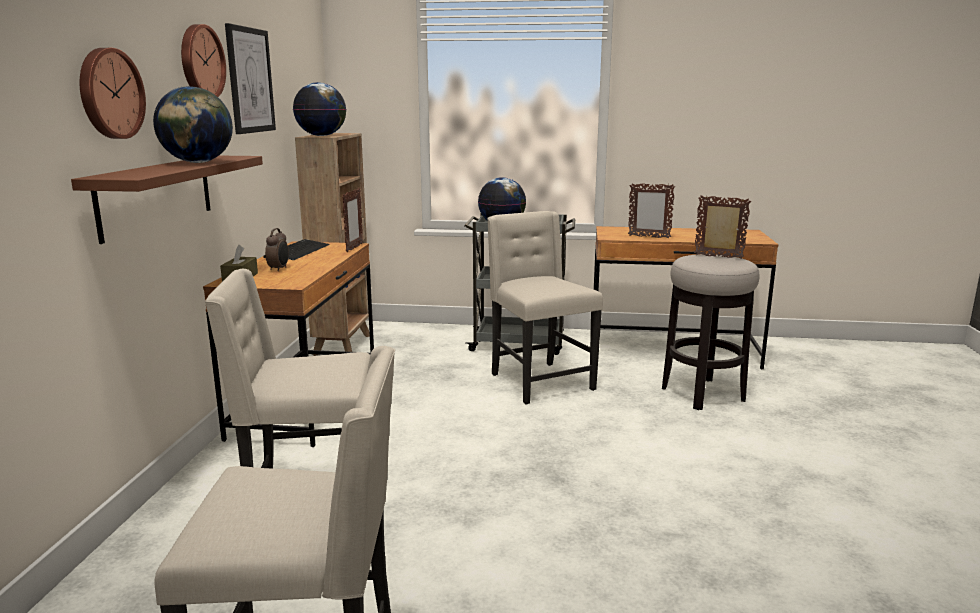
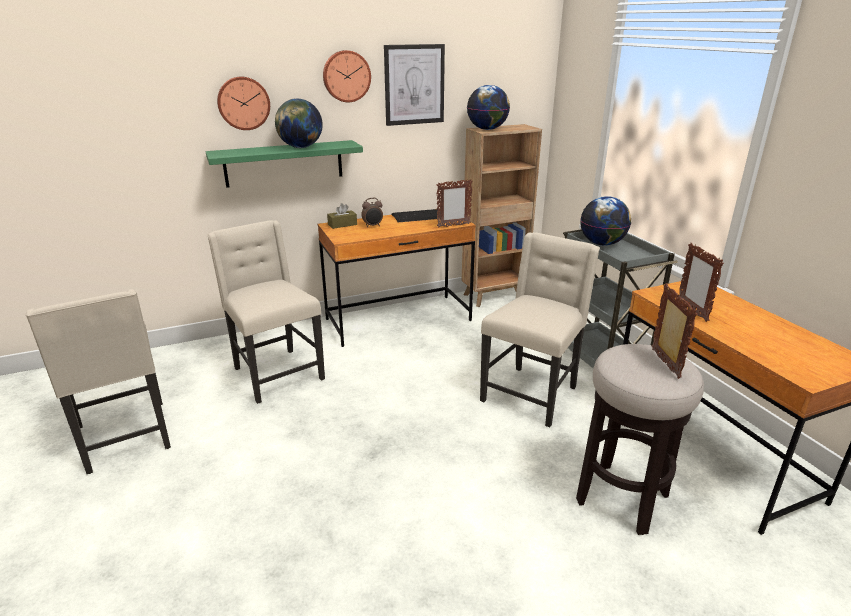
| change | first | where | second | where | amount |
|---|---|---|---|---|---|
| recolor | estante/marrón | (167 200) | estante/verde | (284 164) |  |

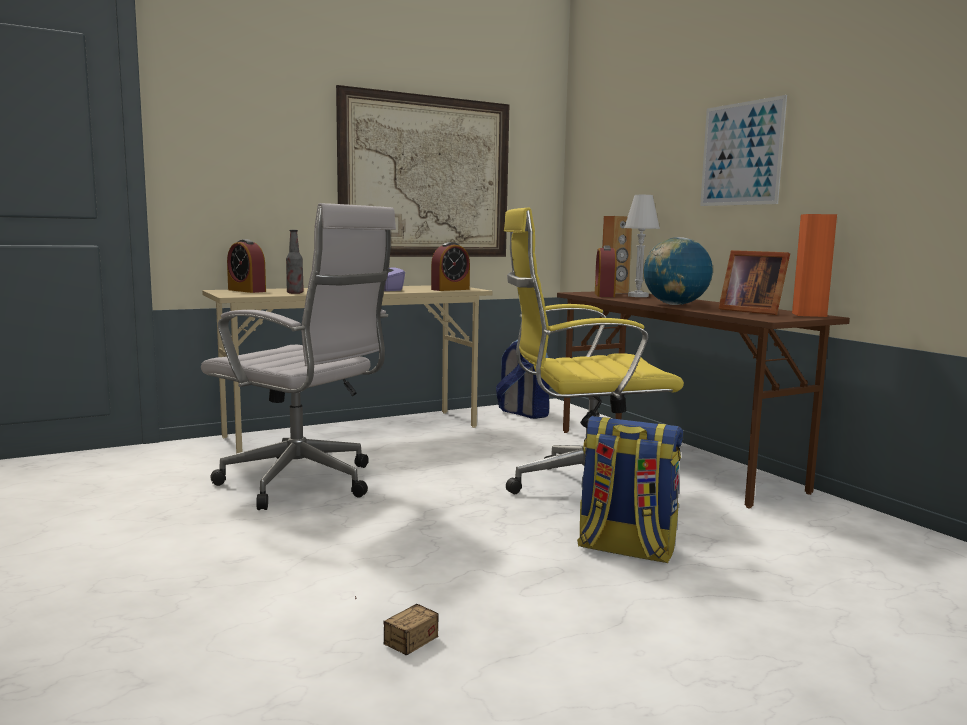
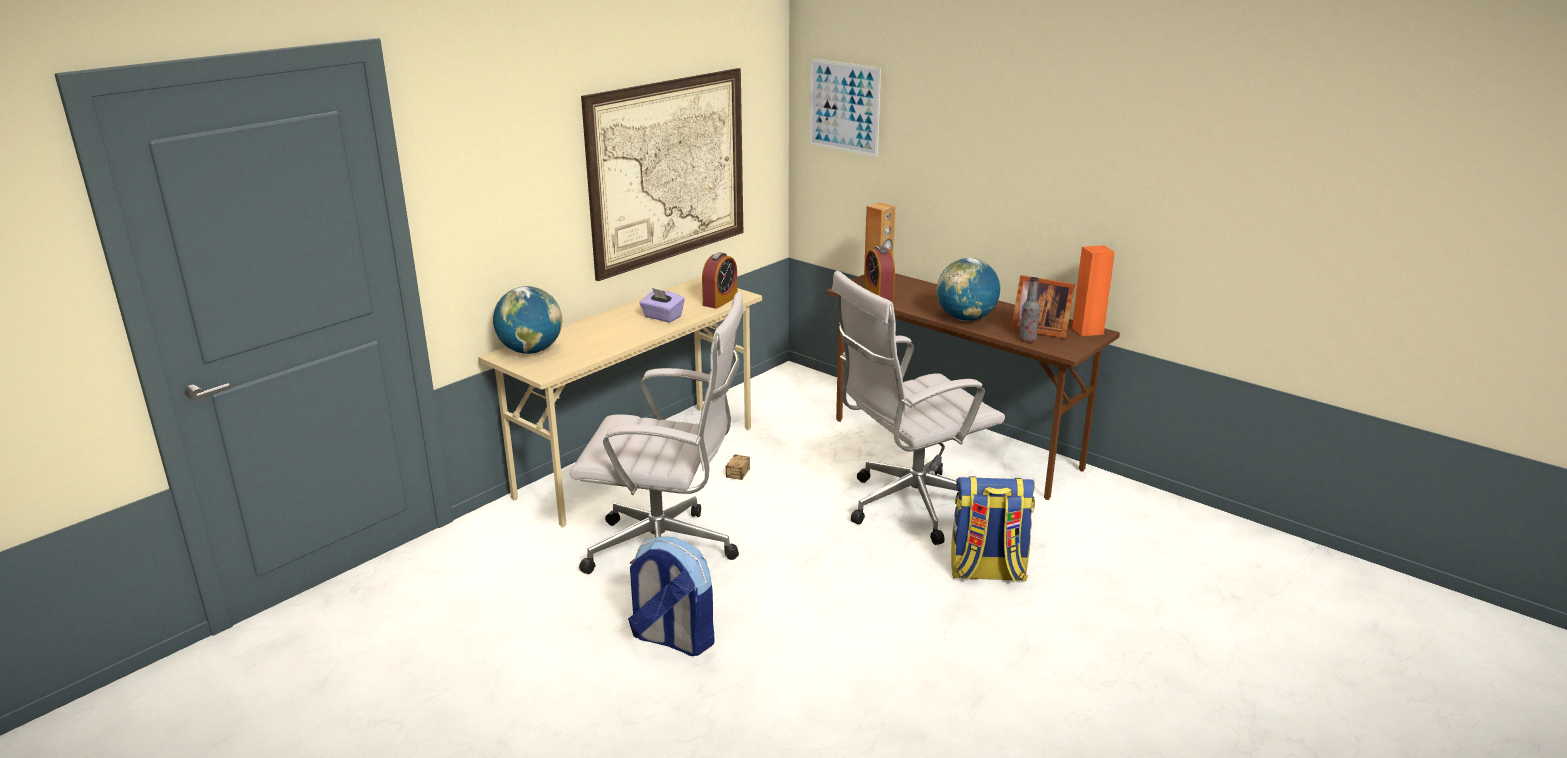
| change | first | where | second | where | amount |
|---|---|---|---|---|---|
| replace | despertador | (246 266) | globo terráqueo | (527 320) |  |
| move | mochila | (522 379) |  | (671 596) |  |
| move | caja de almacenaje | (395 625) |  | (737 467) |  |
| move | cuadro | (743 150) |  | (845 108) |  |
| recolor | silla de oficina/amarillo | (594 350) | silla de oficina/blanco | (918 408) |  |
| move | botella | (295 262) |  | (1029 309) |  |
| delete | lámpara de mesa/blanco | (642 246) |  |  |  |

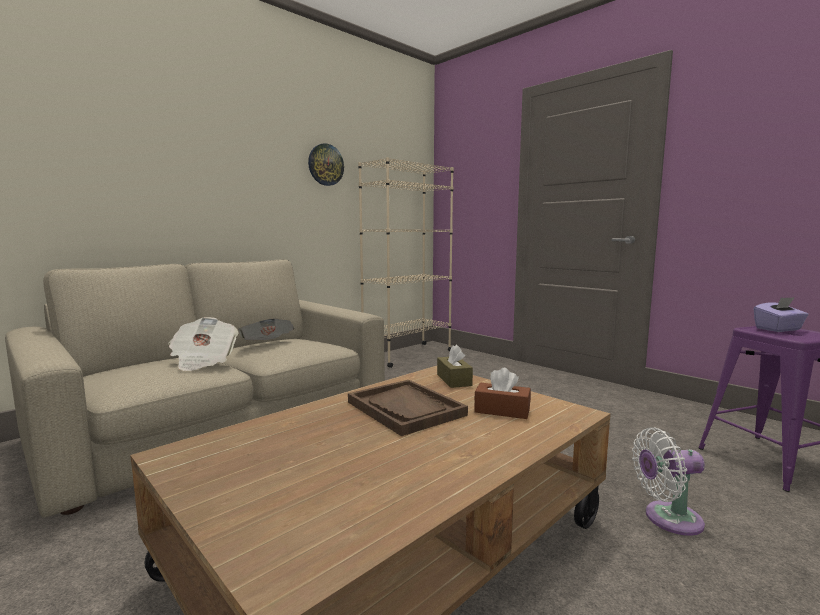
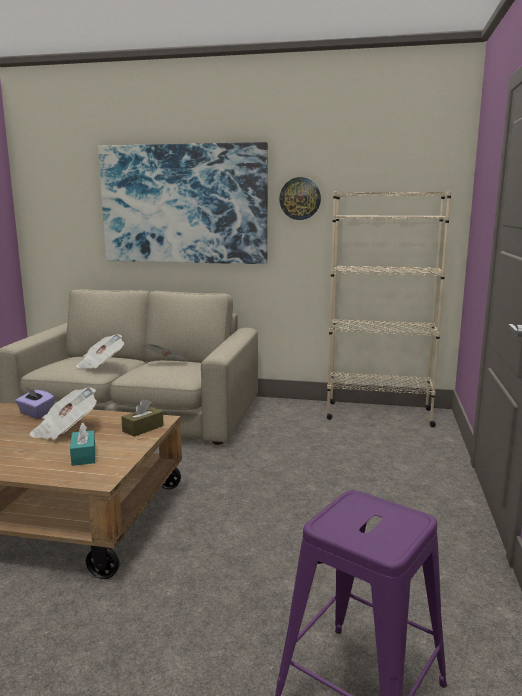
| change | first | where | second | where | amount |
|---|---|---|---|---|---|
| move | caja de pañuelos/morado | (781 314) |  | (35 403) |  |
| replace | bandeja/marrón | (408 408) | periódico | (63 413) |  |
| recolor | caja de pañuelos/marrón | (502 393) | caja de pañuelos/turquesa | (82 444) |  |
| insert |  |  | cuadro | (183 203) |  |
| delete | ventilador/blanco | (668 481) |  |  |  |

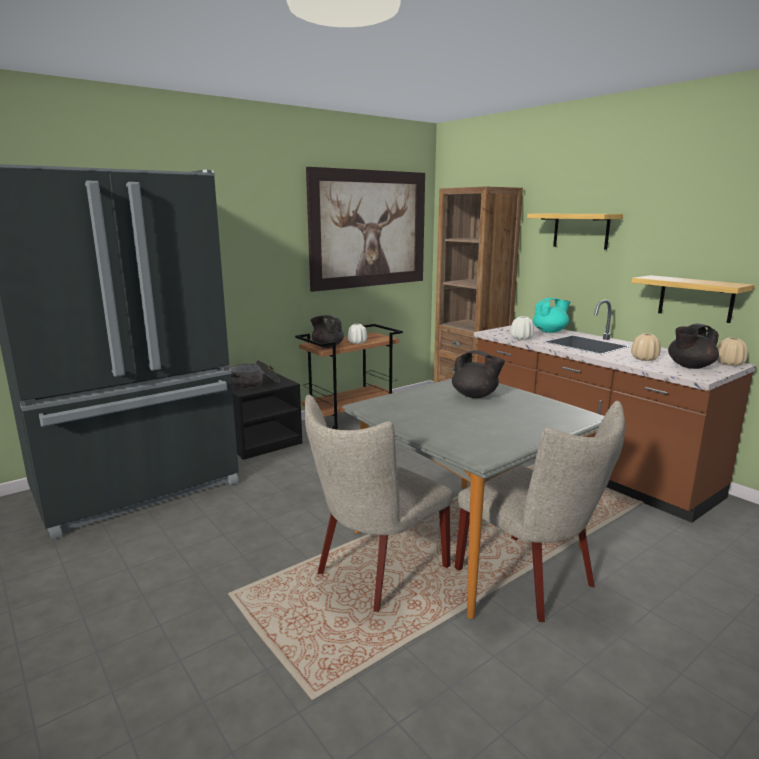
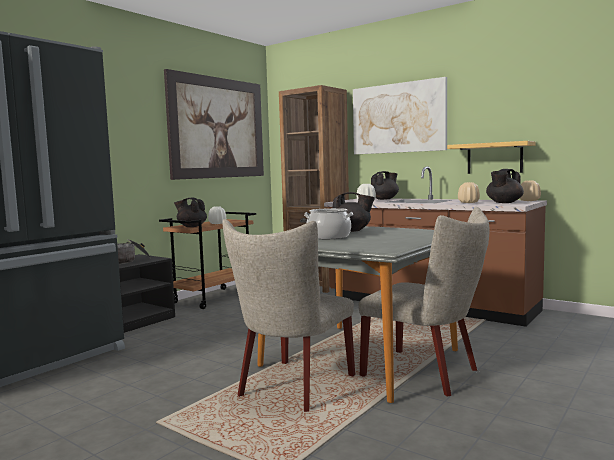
| change | first | where | second | where | amount |
|---|---|---|---|---|---|
| insert |  |  | olla | (328 223) |  |
| replace | estante | (575 232) | cuadro | (400 115) |  |
| recolor | tetera/turquesa | (551 315) | tetera/negro | (385 185) |  |

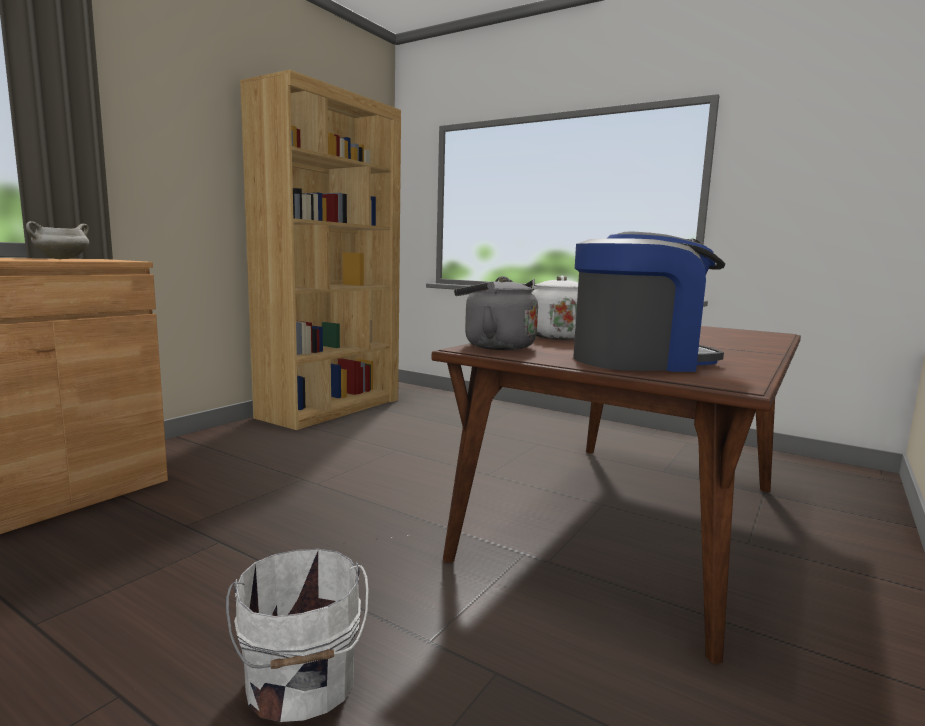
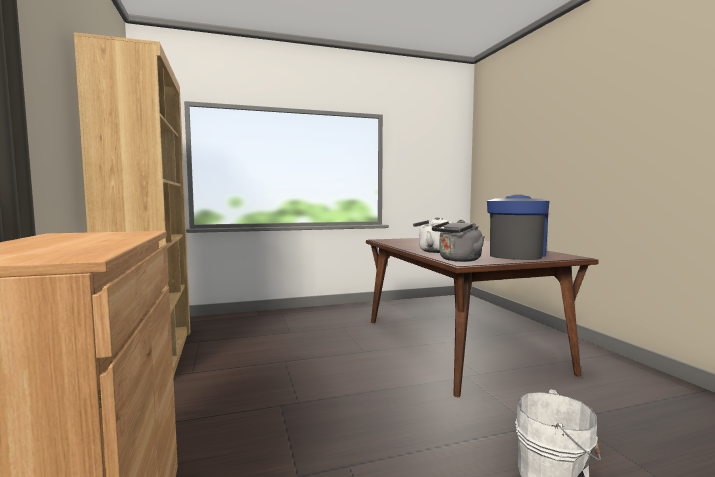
| change | first | where | second | where | amount |
|---|---|---|---|---|---|
| delete | olla/blanco | (57 240) |  |  |  |

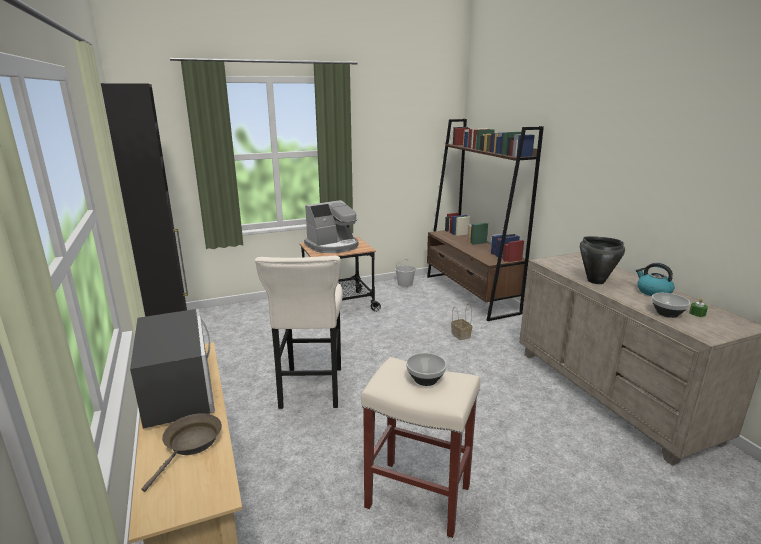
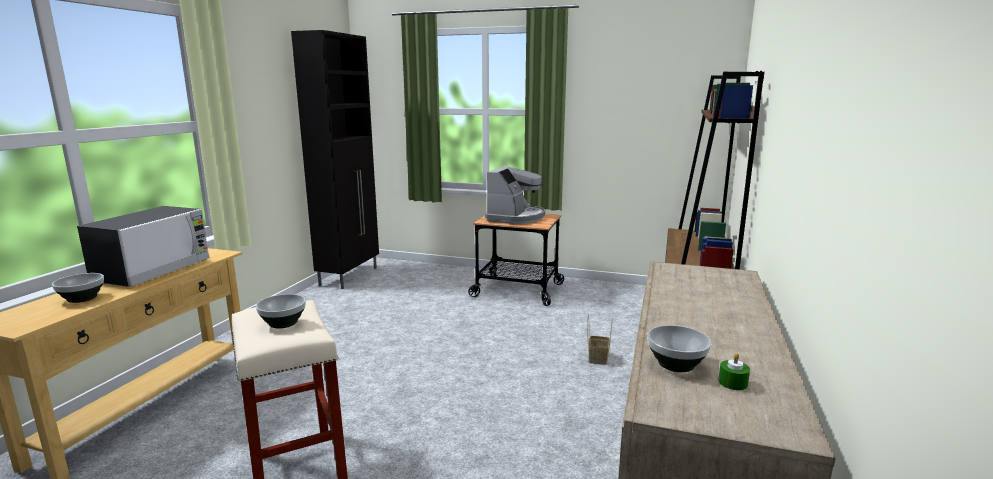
| change | first | where | second | where | amount |
|---|---|---|---|---|---|
| replace | sartén/marrón | (182 452) | cuenco | (78 288) |  |
| rotate | cafetera | (331 226) |  | (515 195) | 75 degrees counterclockwise |
| delete | taburete/beis | (299 332) |  |  |  |
| delete | cubo/blanco | (405 273) |  |  |  |
| delete | olla/negro | (602 260) |  |  |  |
| delete | hervidor | (655 279) |  |  |  |

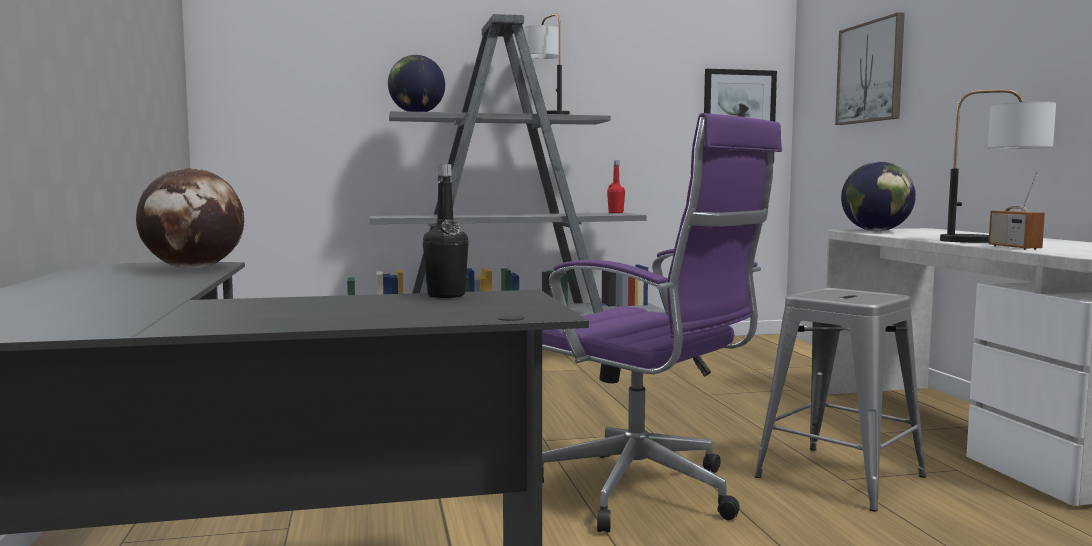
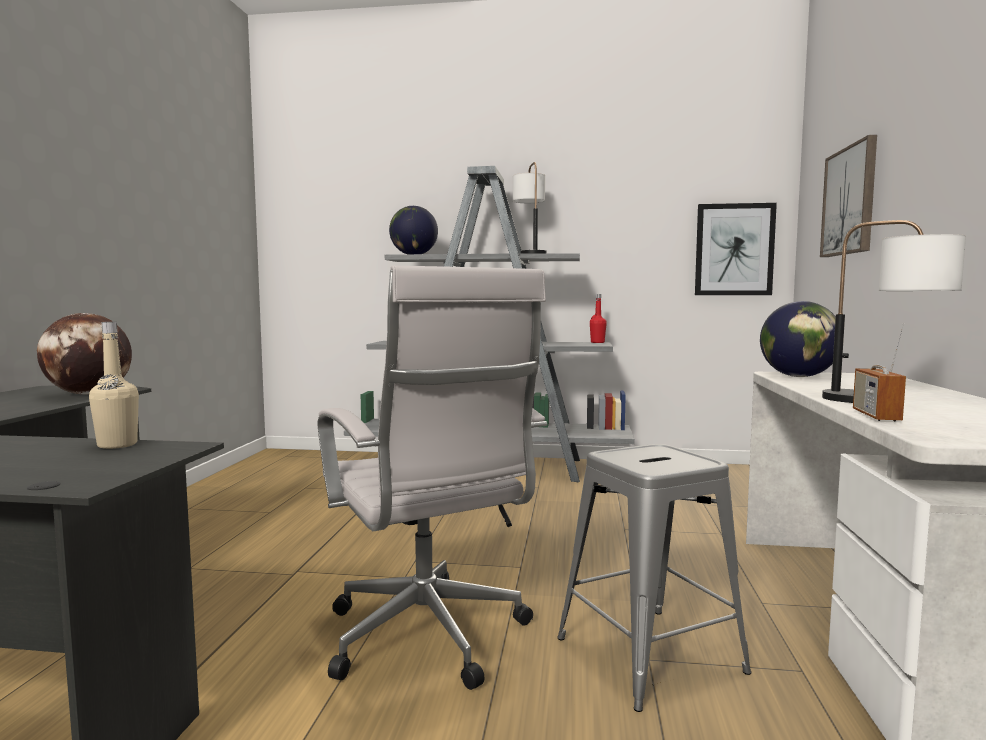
| change | first | where | second | where | amount |
|---|---|---|---|---|---|
| recolor | botella/negro | (446 231) | botella/beis | (114 385) |  |
| recolor | silla de oficina/morado | (662 322) | silla de oficina/blanco | (432 477) |  |

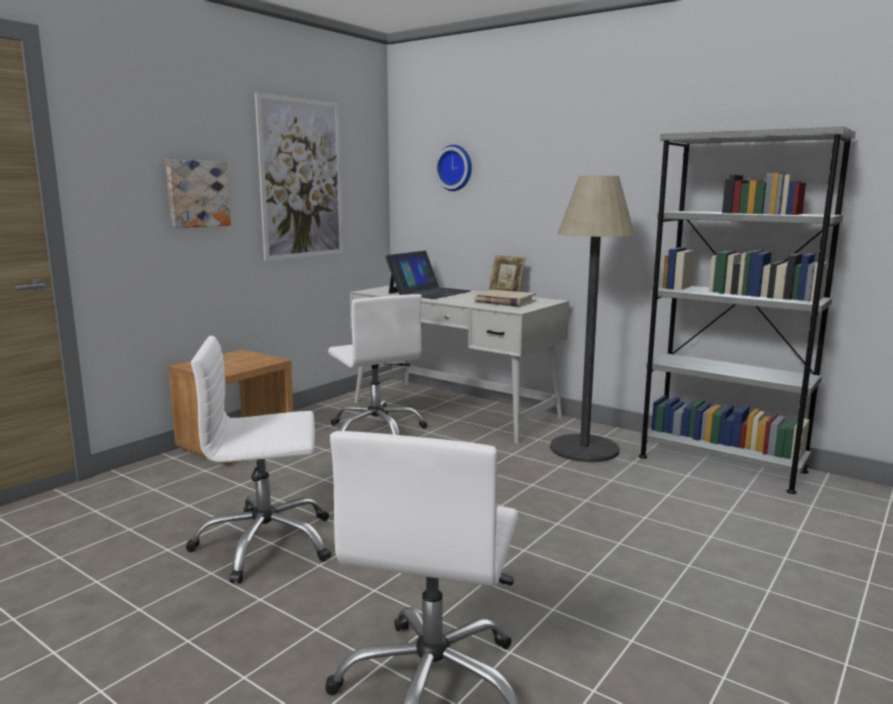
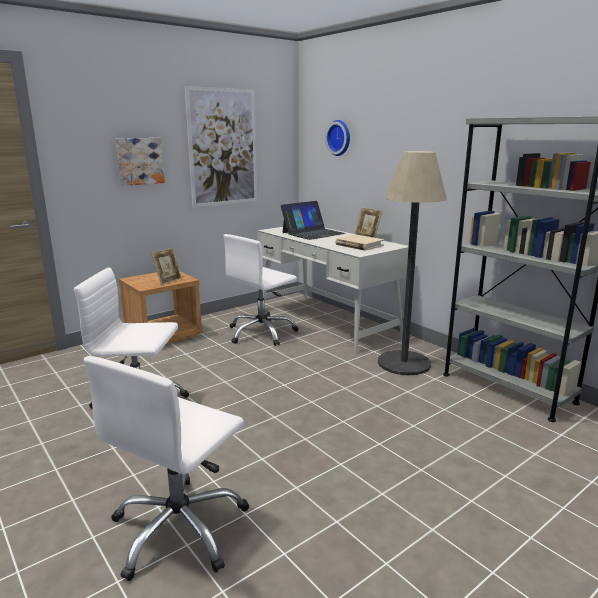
| change | first | where | second | where | amount |
|---|---|---|---|---|---|
| insert |  |  | portarretratos | (166 266) |  |
| rotate | silla de oficina/blanco | (377 364) |  | (260 290) | 60 degrees clockwise |

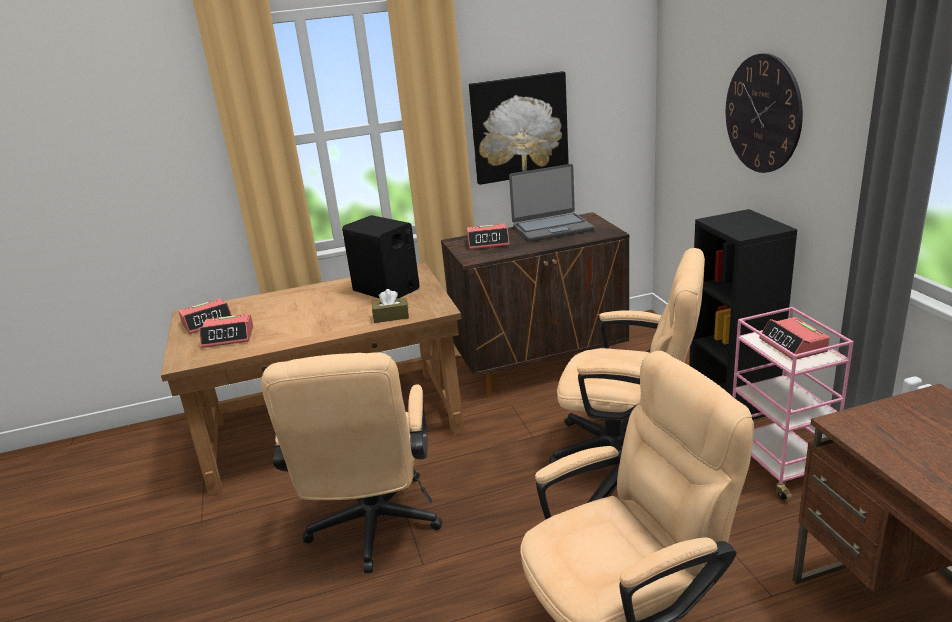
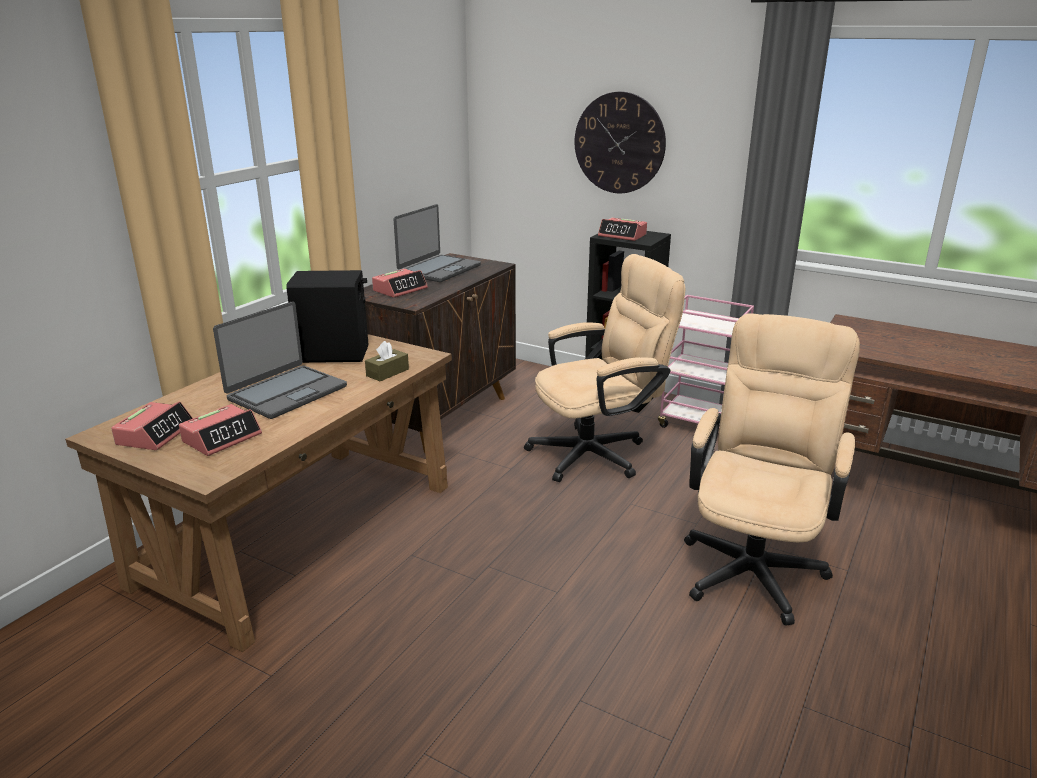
| change | first | where | second | where | amount |
|---|---|---|---|---|---|
| insert |  |  | portátil | (280 360) |  |
| move | despertador | (794 338) |  | (622 229) |  |
| delete | silla de oficina/beis | (351 462) |  |  |  |
| delete | cuadro | (519 128) |  |  |  |

